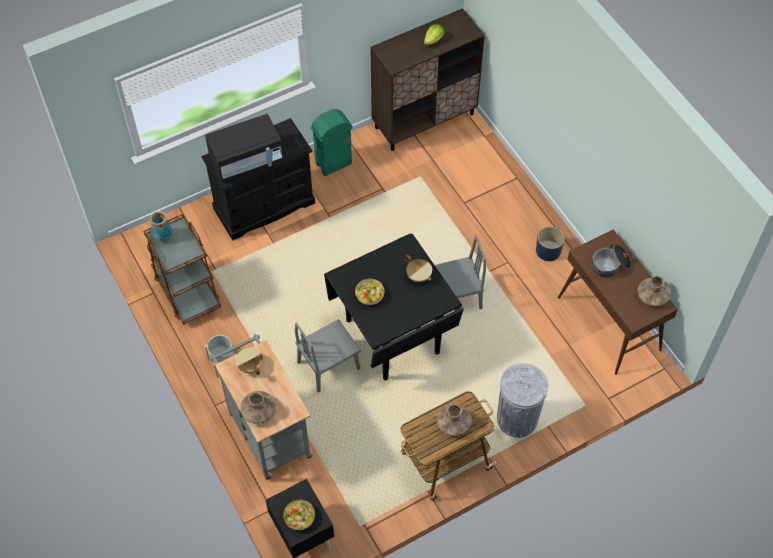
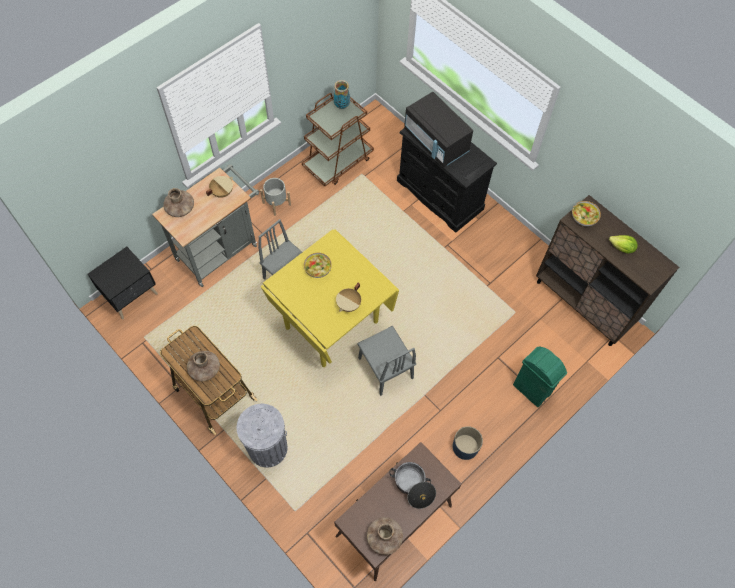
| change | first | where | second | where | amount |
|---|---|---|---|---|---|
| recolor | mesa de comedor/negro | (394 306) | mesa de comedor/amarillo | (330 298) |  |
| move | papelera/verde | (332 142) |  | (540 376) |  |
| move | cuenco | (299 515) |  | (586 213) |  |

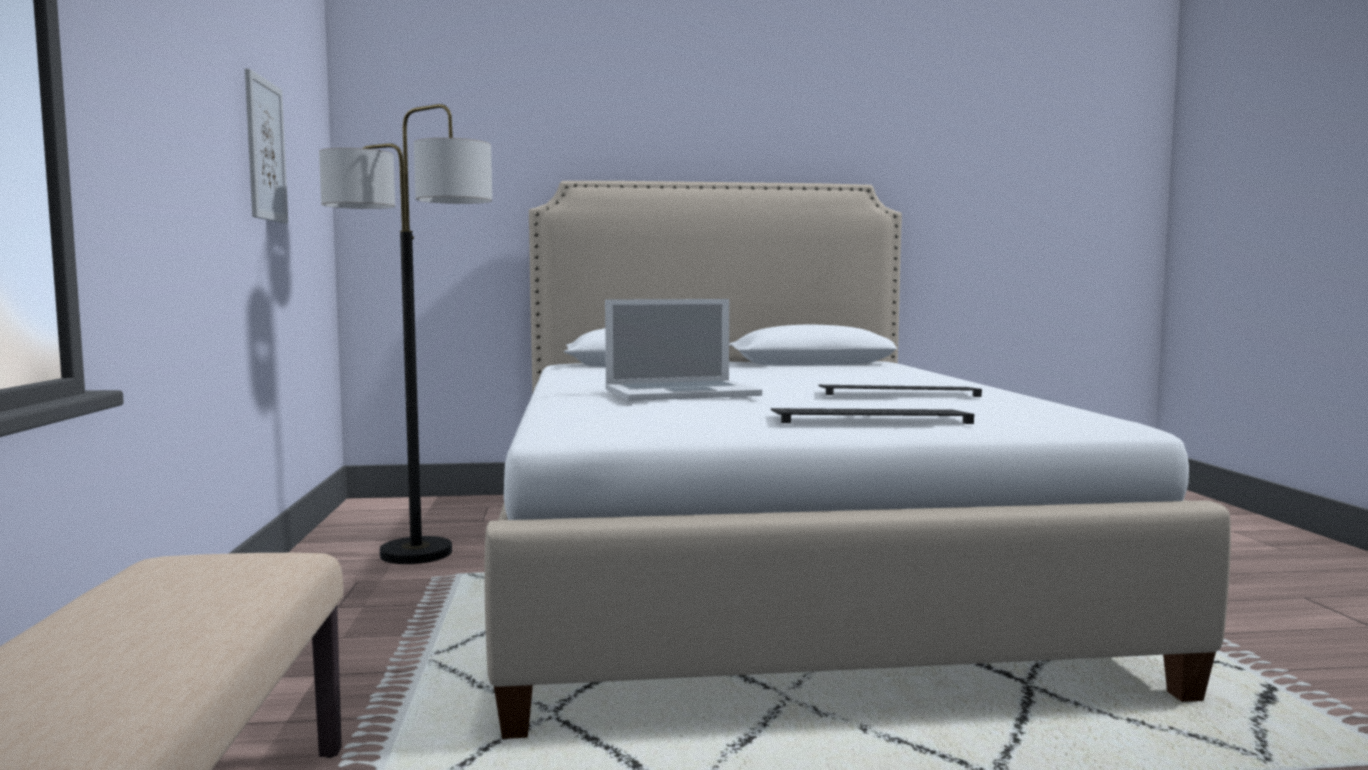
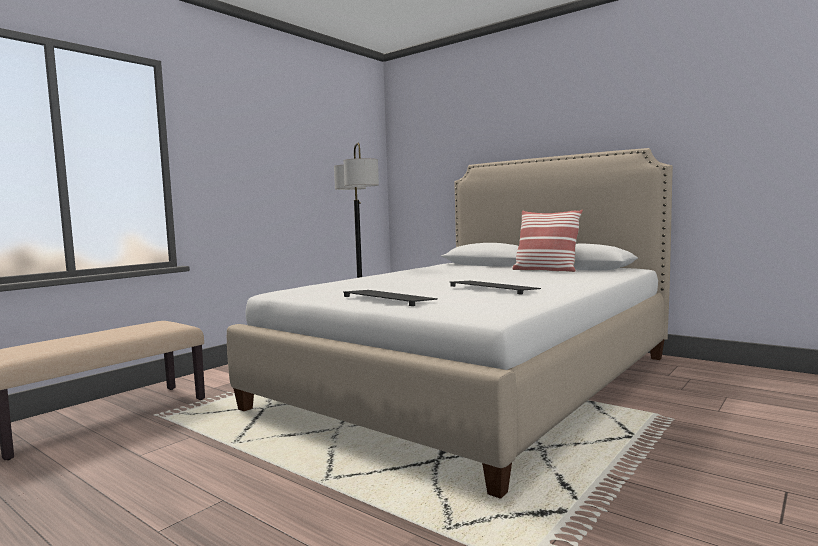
| change | first | where | second | where | amount |
|---|---|---|---|---|---|
| insert |  |  | cojín | (547 241) |  |
| delete | cuadro | (266 146) |  |  |  |
| delete | portátil | (683 350) |  |  |  |

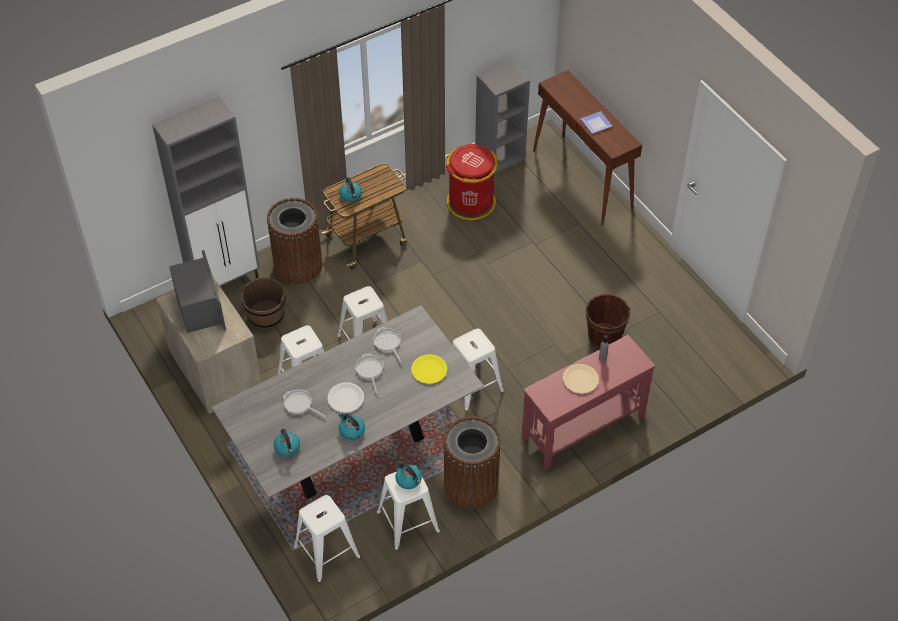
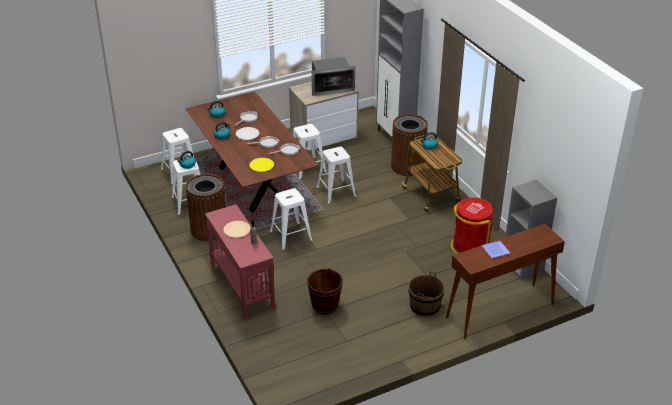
| change | first | where | second | where | amount |
|---|---|---|---|---|---|
| recolor | mesa de comedor/gris | (347 402) | mesa de comedor/marrón | (252 151) |  |
| move | cubo/marrón | (262 303) |  | (426 294) |  |

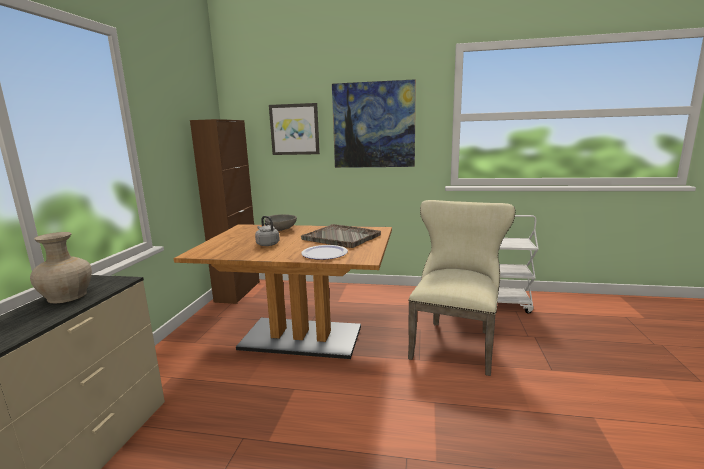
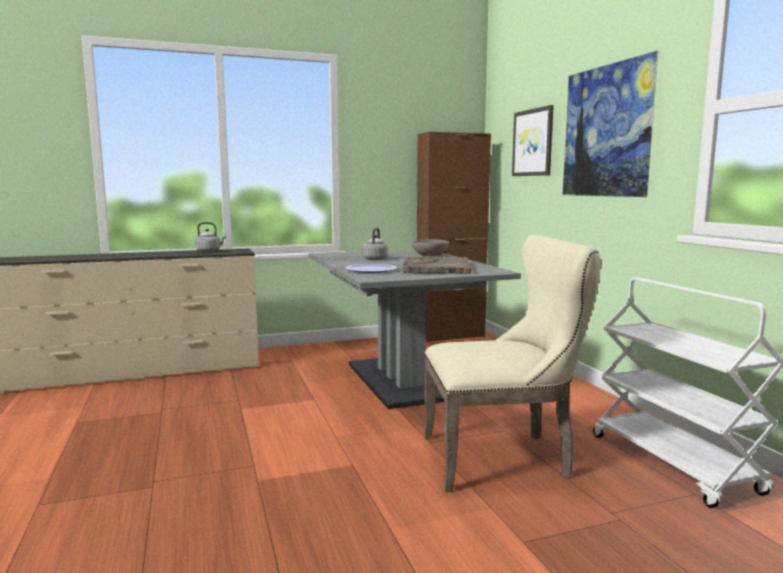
| change | first | where | second | where | amount |
|---|---|---|---|---|---|
| replace | florero/beis | (61 268) | hervidor/gris | (210 237) |  |
| recolor | mesa de comedor/marrón | (283 291) | mesa de comedor/gris | (414 329) |  |

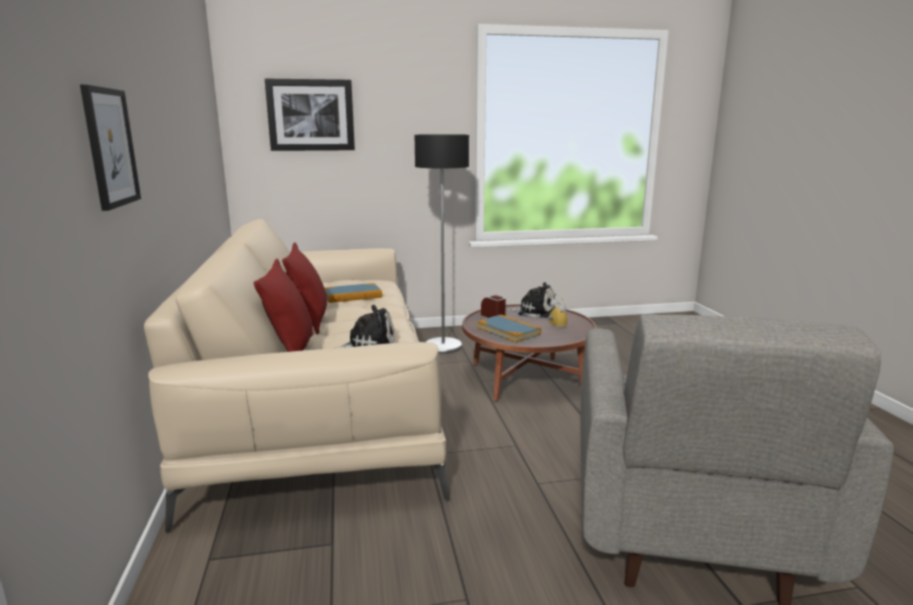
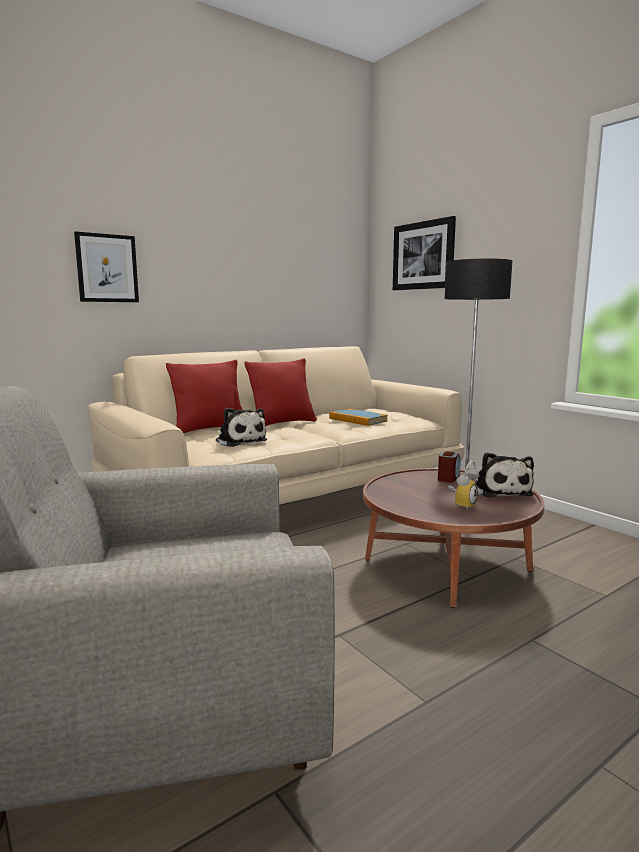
| change | first | where | second | where | amount |
|---|---|---|---|---|---|
| delete | libro | (509 329) |  |  |  |

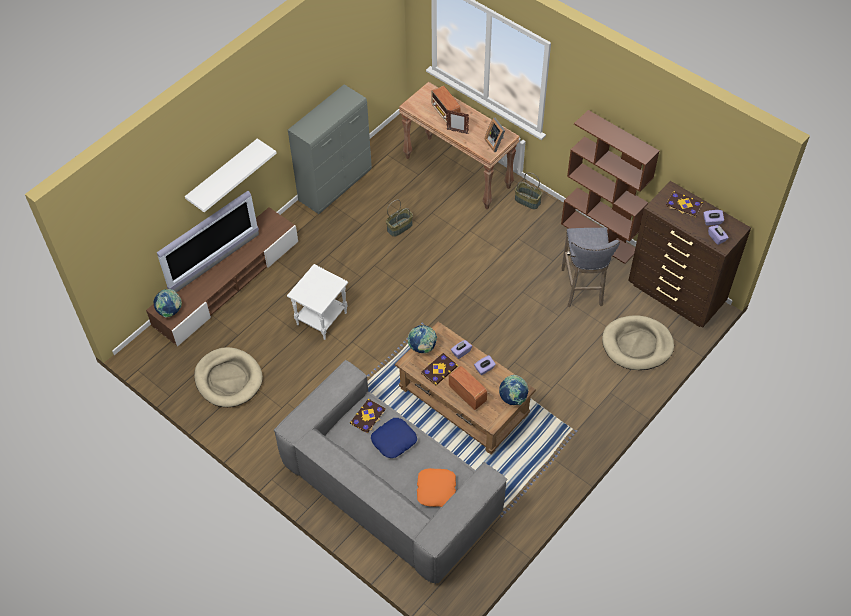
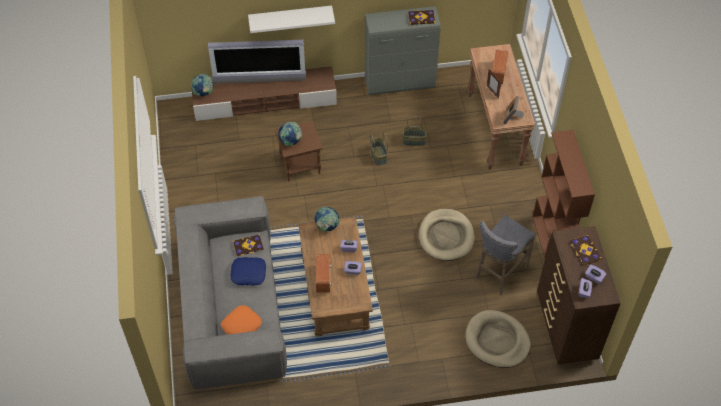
| change | first | where | second | where | amount |
|---|---|---|---|---|---|
| recolor | mesa auxiliar/blanco | (317 302) | mesa auxiliar/marrón | (299 151) |  |
| move | globo terráqueo | (514 390) |  | (290 134) |  |
| move | cesta | (528 191) |  | (379 148) |  |
| move | libro | (439 369) |  | (421 17) |  |
| move | cama para perro/beis | (228 377) |  | (447 235) |  |

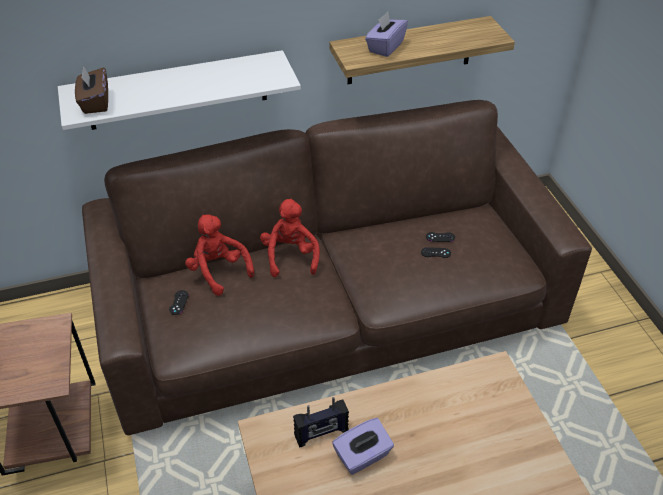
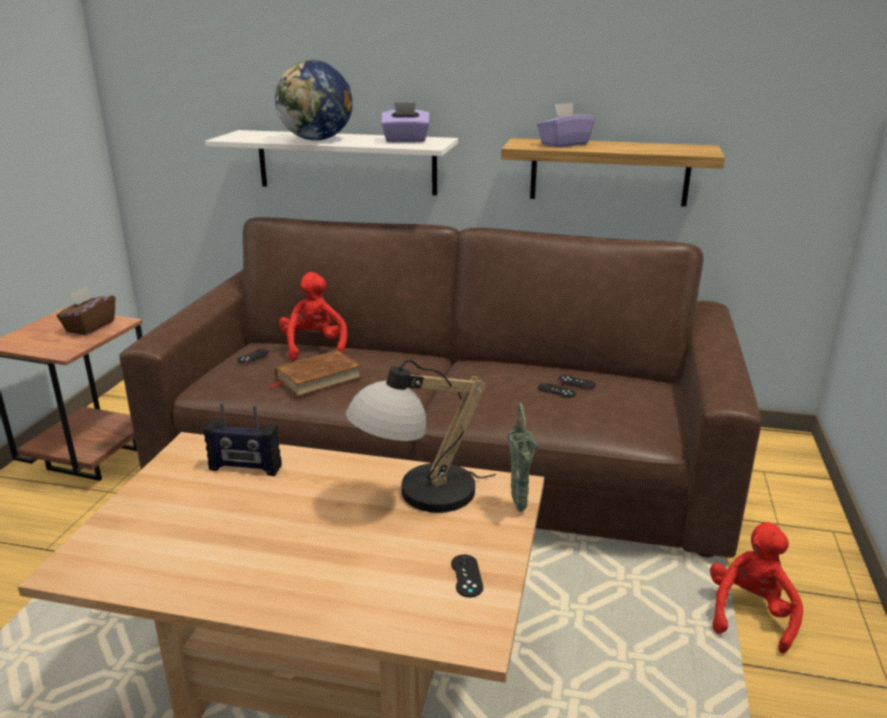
| change | first | where | second | where | amount |
|---|---|---|---|---|---|
| move | caja de pañuelos/marrón | (91 90) |  | (85 310) |  |
| insert |  |  | libro/marrón | (315 373) |  |
| insert |  |  | globo terráqueo | (314 100) |  |
| insert |  |  | lámpara de mesa | (421 436) |  |
| move | caja de pañuelos/morado | (363 446) |  | (405 122) |  |
| insert |  |  | mando de consola/negro | (467 575) |  |
| insert |  |  | florero/verde | (522 457) |  |
| move | peluche/rojo | (290 238) |  | (756 588) |  |

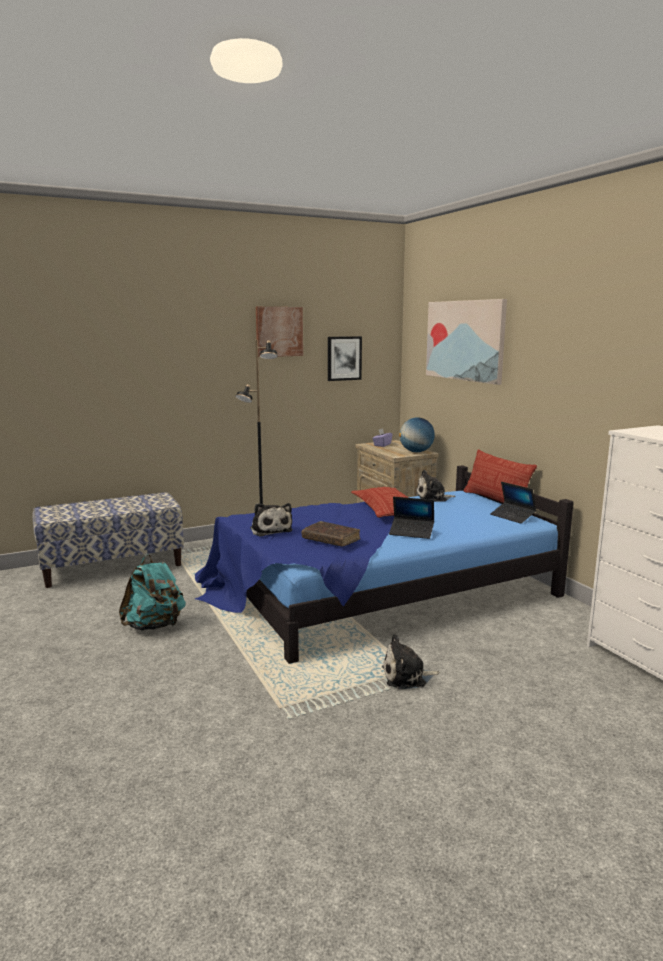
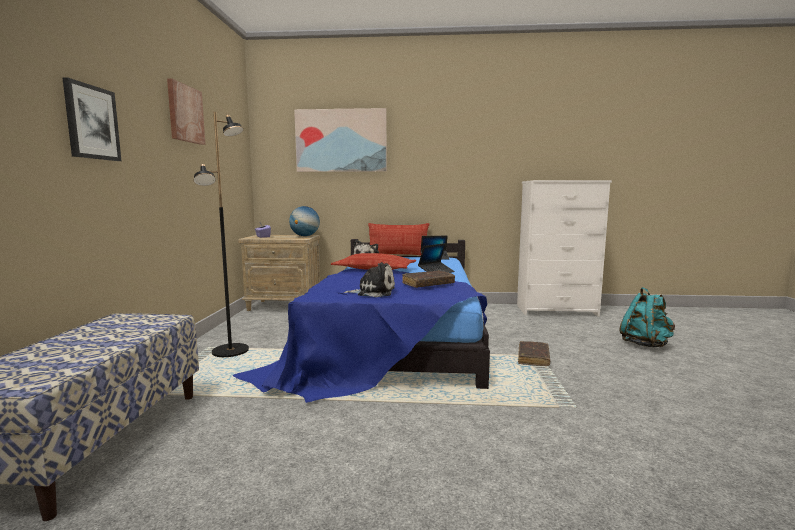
| change | first | where | second | where | amount |
|---|---|---|---|---|---|
| move | cuadro | (345 358) |  | (92 119) |  |
| replace | peluche | (411 661) | libro/marrón | (534 353) |  |
| move | mochila/turquesa | (152 592) |  | (647 317) |  |

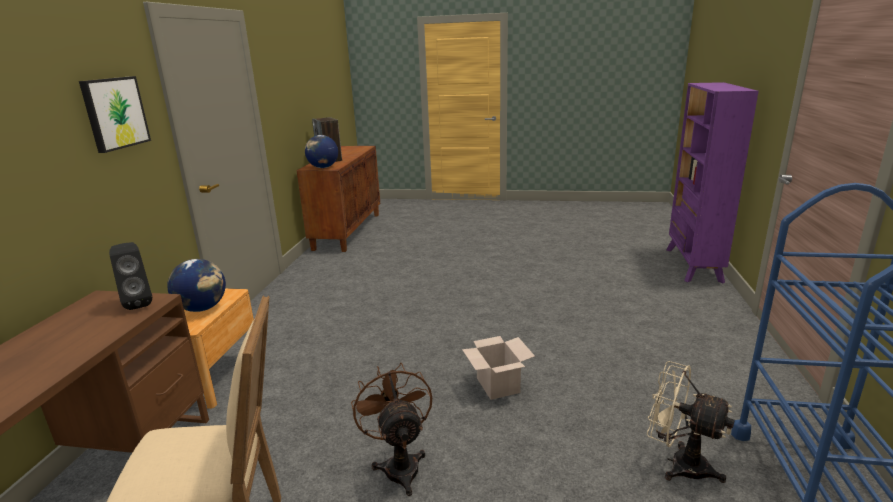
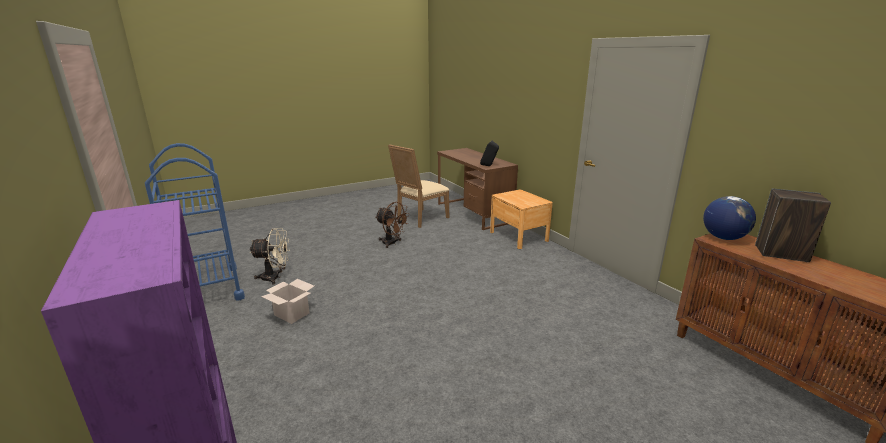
| change | first | where | second | where | amount |
|---|---|---|---|---|---|
| move | caja de cartón | (498 368) |  | (287 301) |  |
| delete | cuadro | (115 114) |  |  |  |
| delete | globo terráqueo | (196 285) |  |  |  |

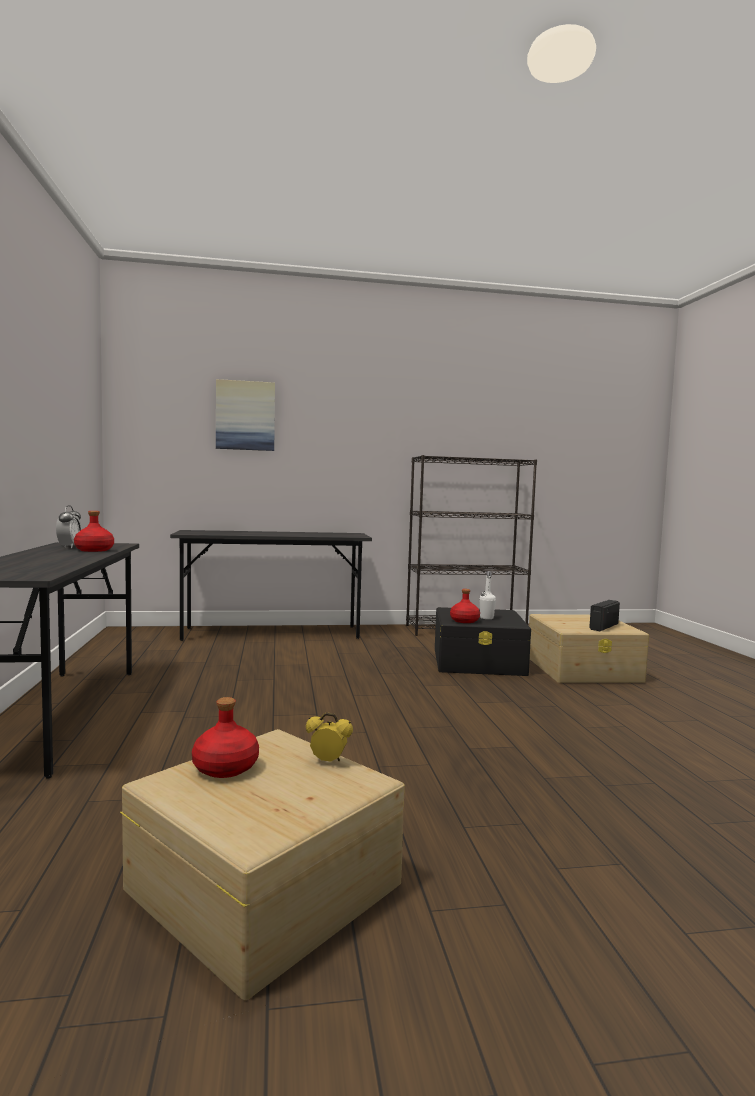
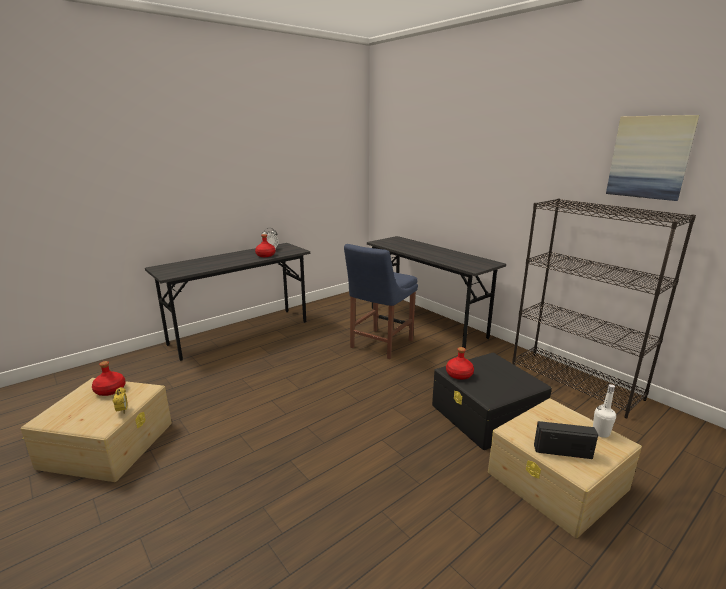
| change | first | where | second | where | amount |
|---|---|---|---|---|---|
| insert |  |  | silla/azul | (381 301) |  |
| move | botella/blanco | (488 595) |  | (604 411) |  |
| move | cuadro | (245 415) |  | (652 158) |  |

